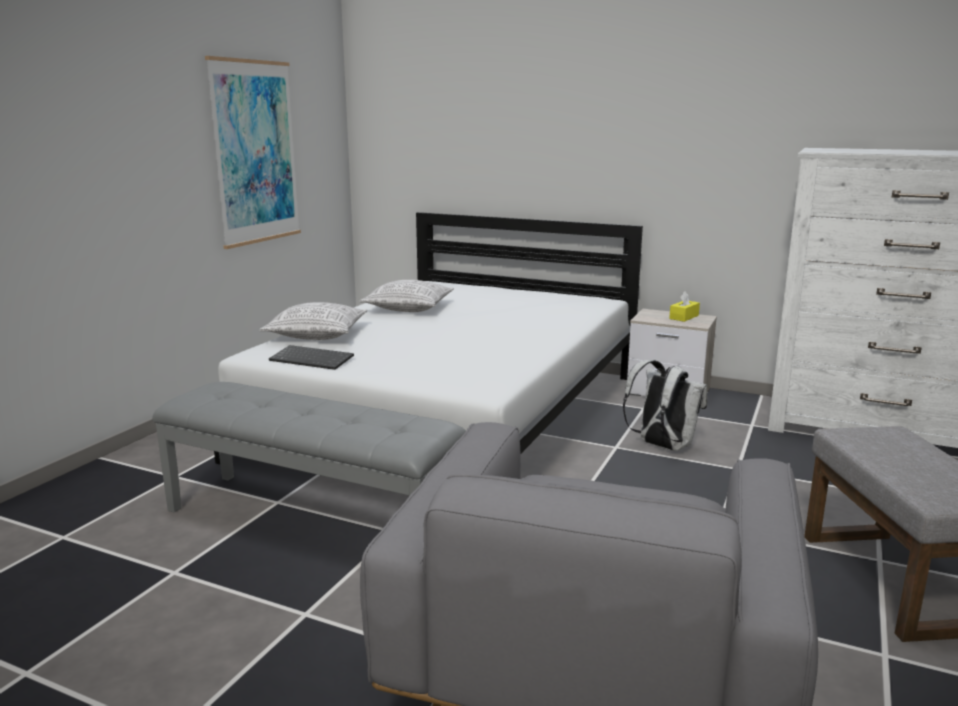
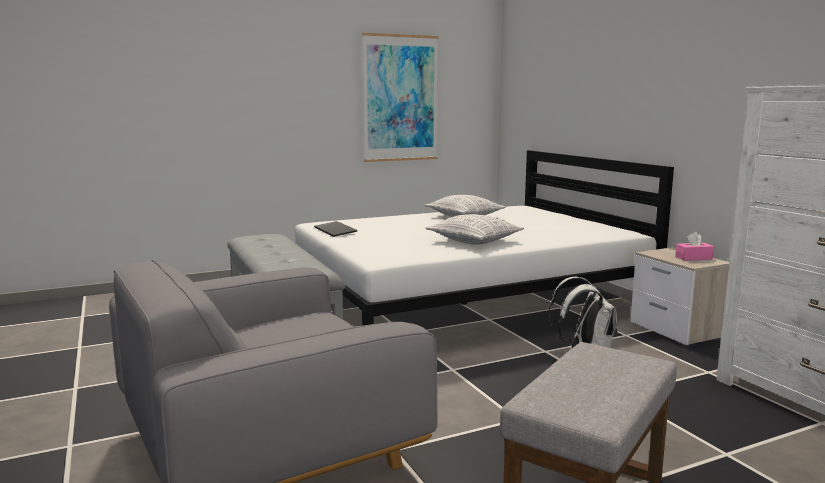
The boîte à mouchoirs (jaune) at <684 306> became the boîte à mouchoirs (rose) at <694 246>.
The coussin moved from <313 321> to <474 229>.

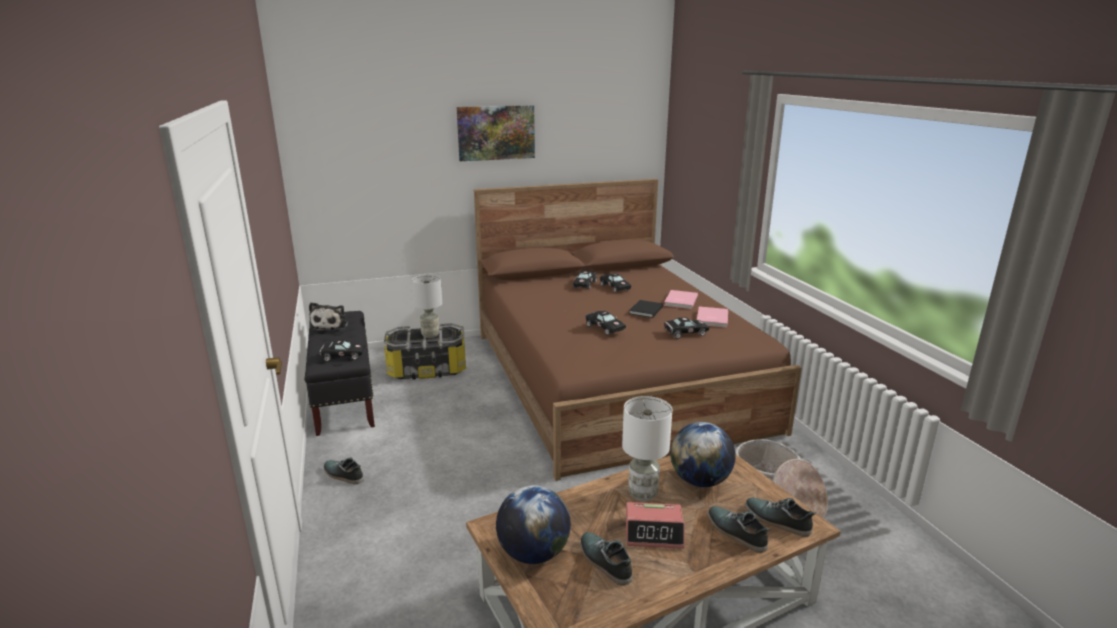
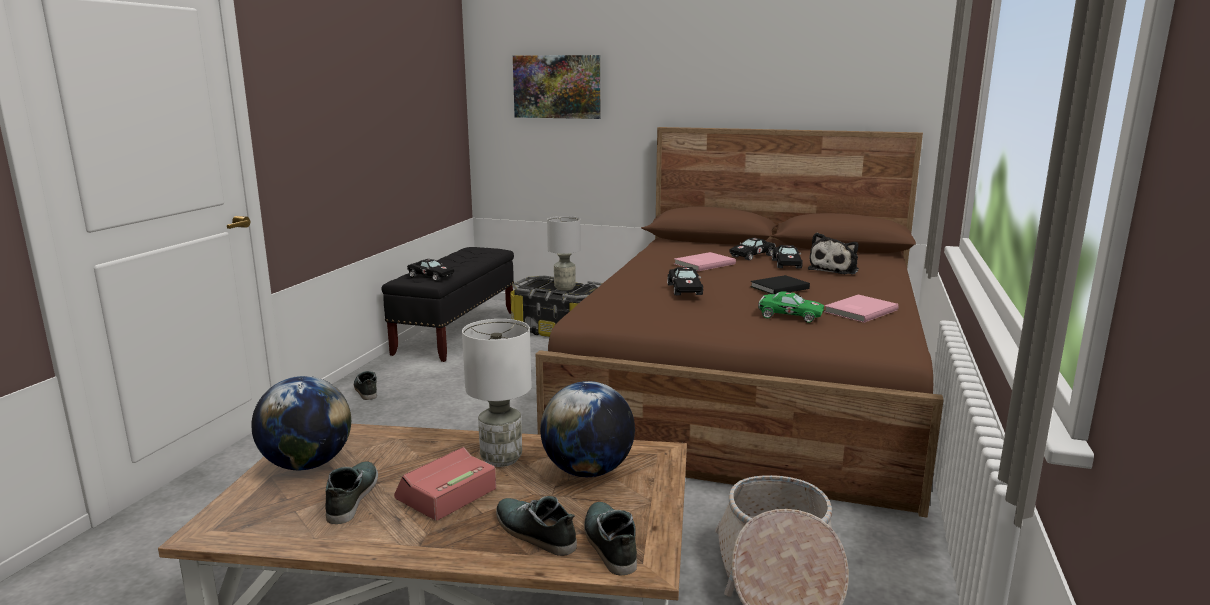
The tableau moved from <495 133> to <556 87>.
The livre (rose) moved from <681 299> to <705 261>.
The peluche moved from <328 316> to <833 254>.
The petite voiture (noir) at <686 328> became the petite voiture (vert) at <791 307>.
The réveil at <655 525> turned 90 degrees clockwise.
The chaussure at <739 529> turned 45 degrees counterclockwise.

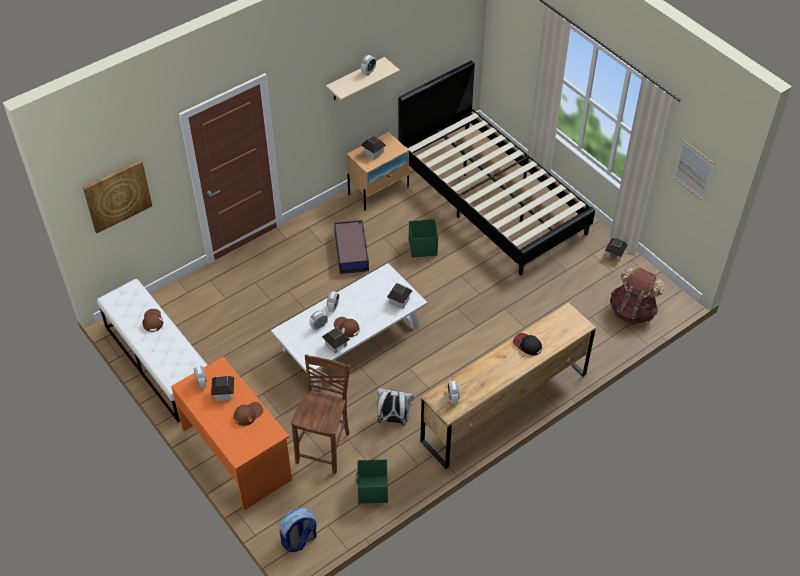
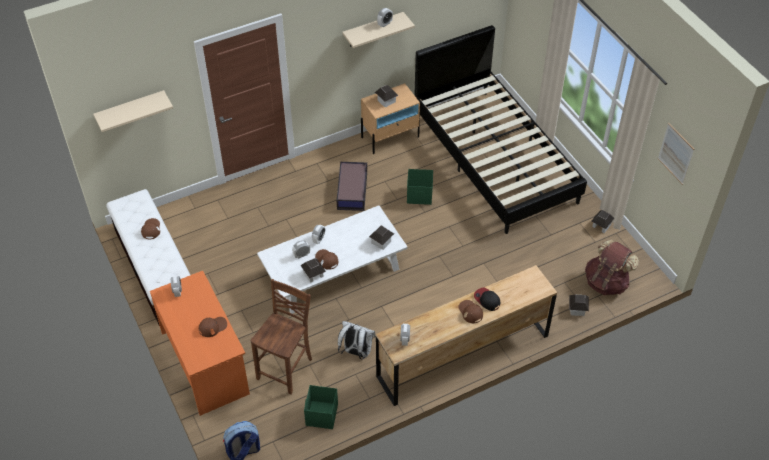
The tableau at <117 196> was replaced by the étagère (beige) at <133 111>.
The maison miniature moved from <222 388> to <579 305>.
The casquette (marron) at <470 312> appeared.

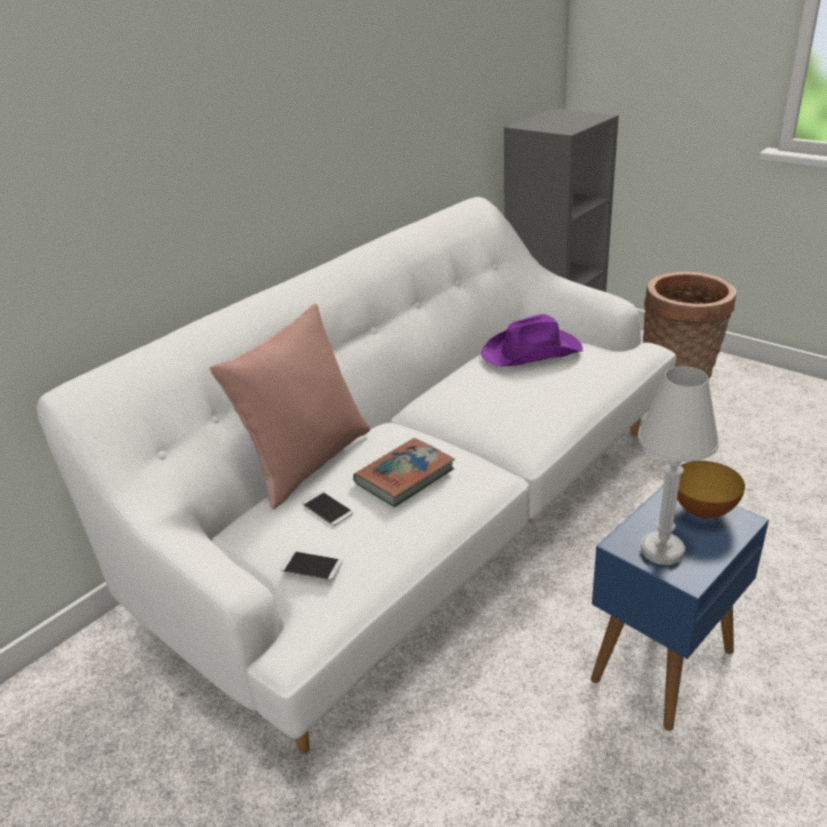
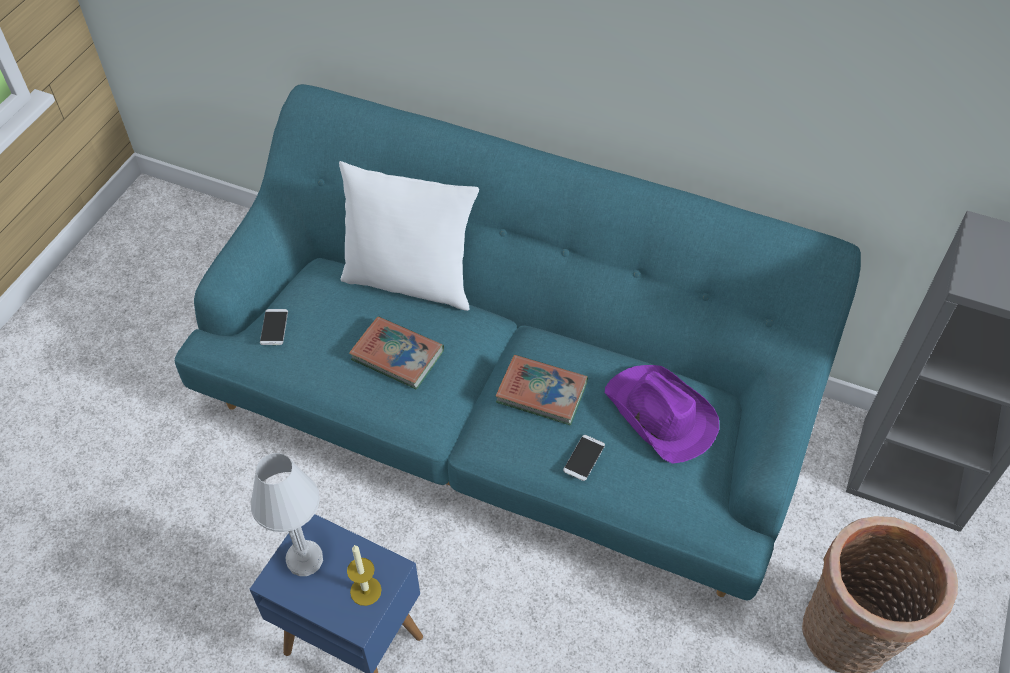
The canapé (blanc) at <356 475> became the canapé (turquoise) at <518 342>.
The coussin (rose) at <290 406> became the coussin (blanc) at <409 236>.
The bol at <711 490> was replaced by the bougie at <364 575>.
The téléphone moved from <327 509> to <584 458>.
The livre at <541 390> appeared.

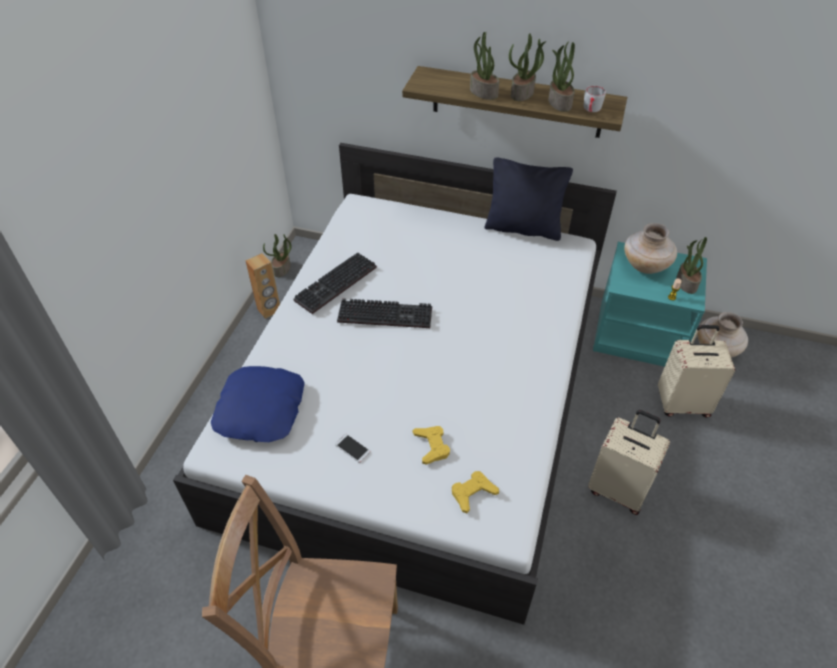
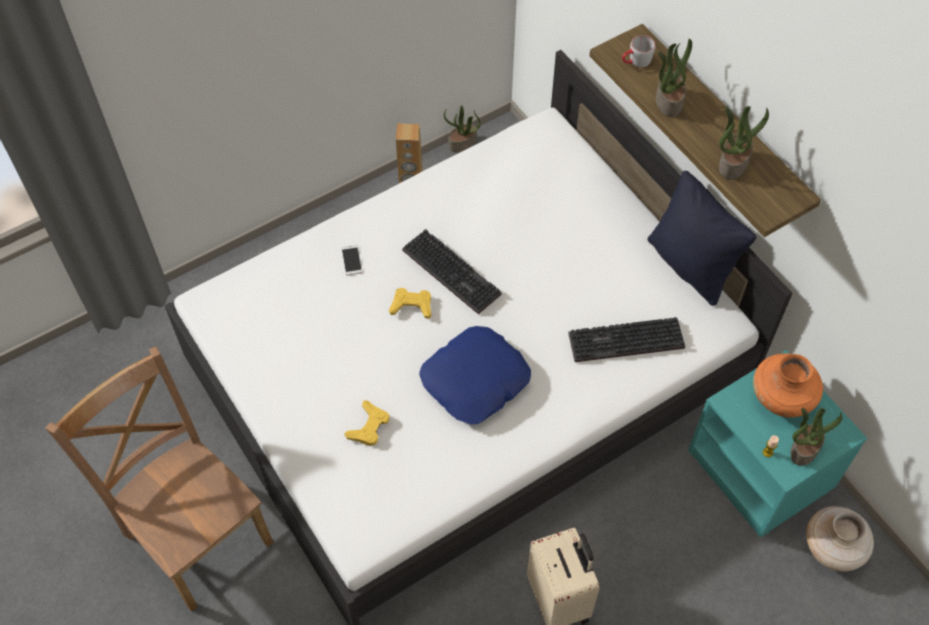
The plante en pot at <528 67> disappeared.
The mug (gris) moved from <595 99> to <638 51>.
The vase (beige) at <650 248> became the vase (orange) at <788 385>.
The clavier moved from <335 283> to <626 339>.
The valise (beige) at <696 371> disappeared.
The coussin (bleu) moved from <258 404> to <475 375>.
The téléphone moved from <353 448> to <351 260>.
The manette (jaune) moved from <475 492> to <410 303>.

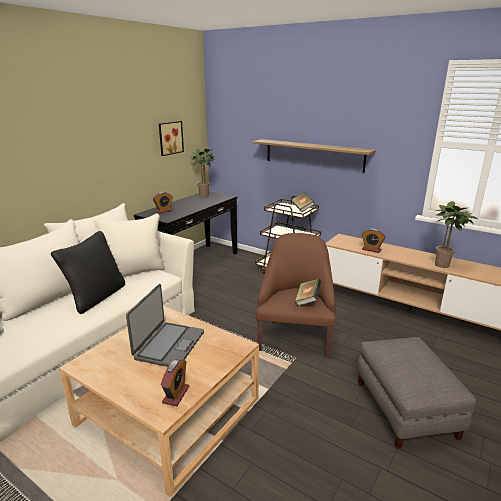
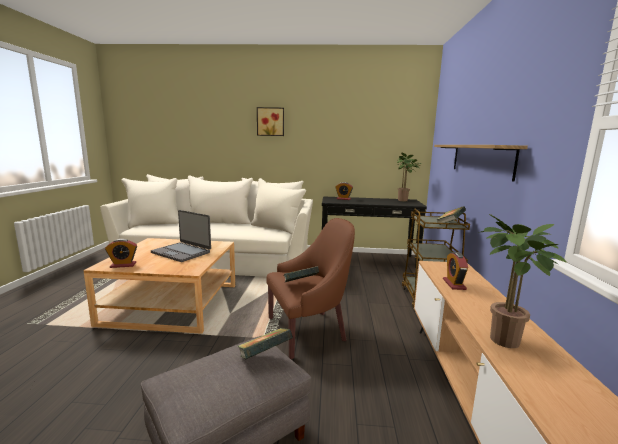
The tableau moved from <171 138> to <270 121>.
The coussin (noir) at <88 272> disappeared.
The ordinateur portable at <165 325> turned 45 degrees clockwise.
The livre at <265 343> appeared.

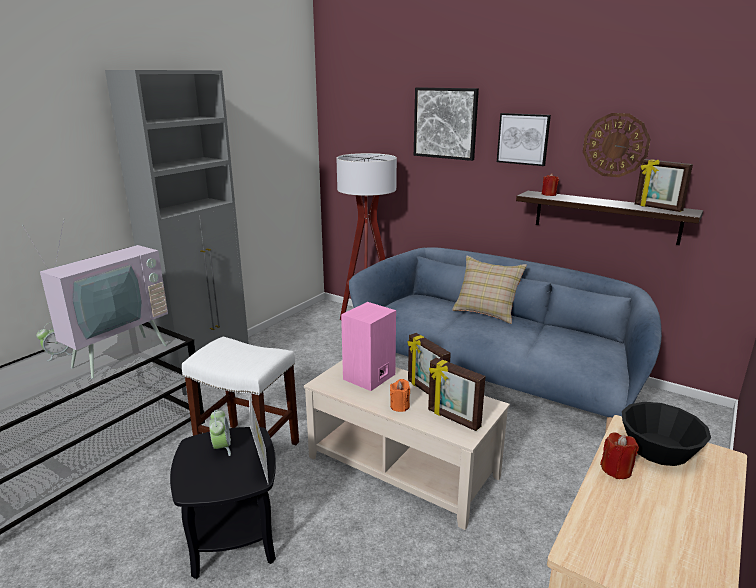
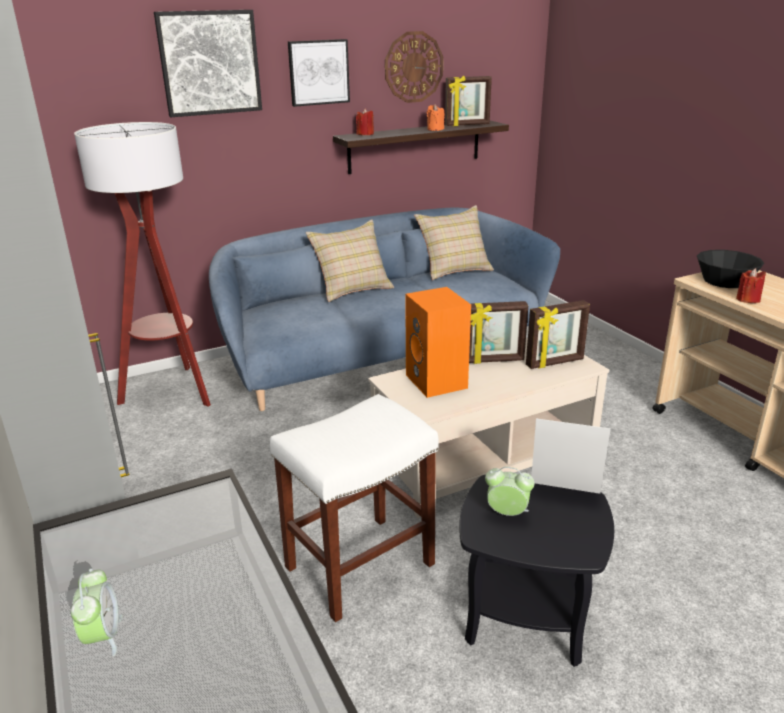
The téléviseur at <95 299> disappeared.
The enceinte (rose) at <368 346> became the enceinte (orange) at <438 342>.
The bougie (orange) moved from <400 395> to <435 117>.
The coussin (beige) at <454 242> appeared.

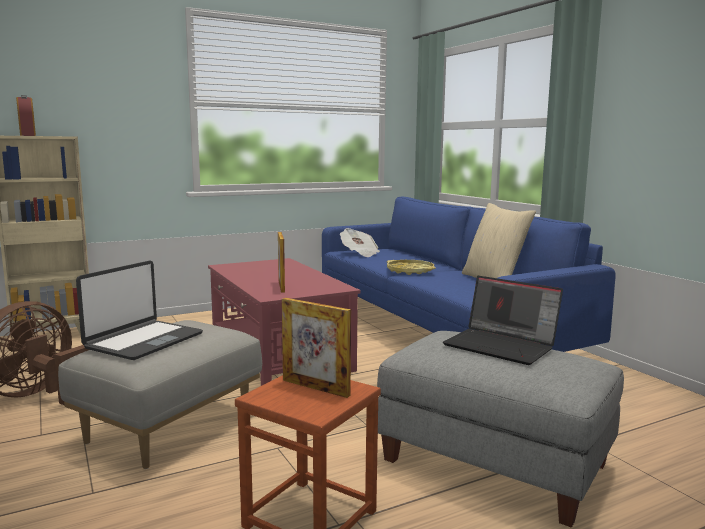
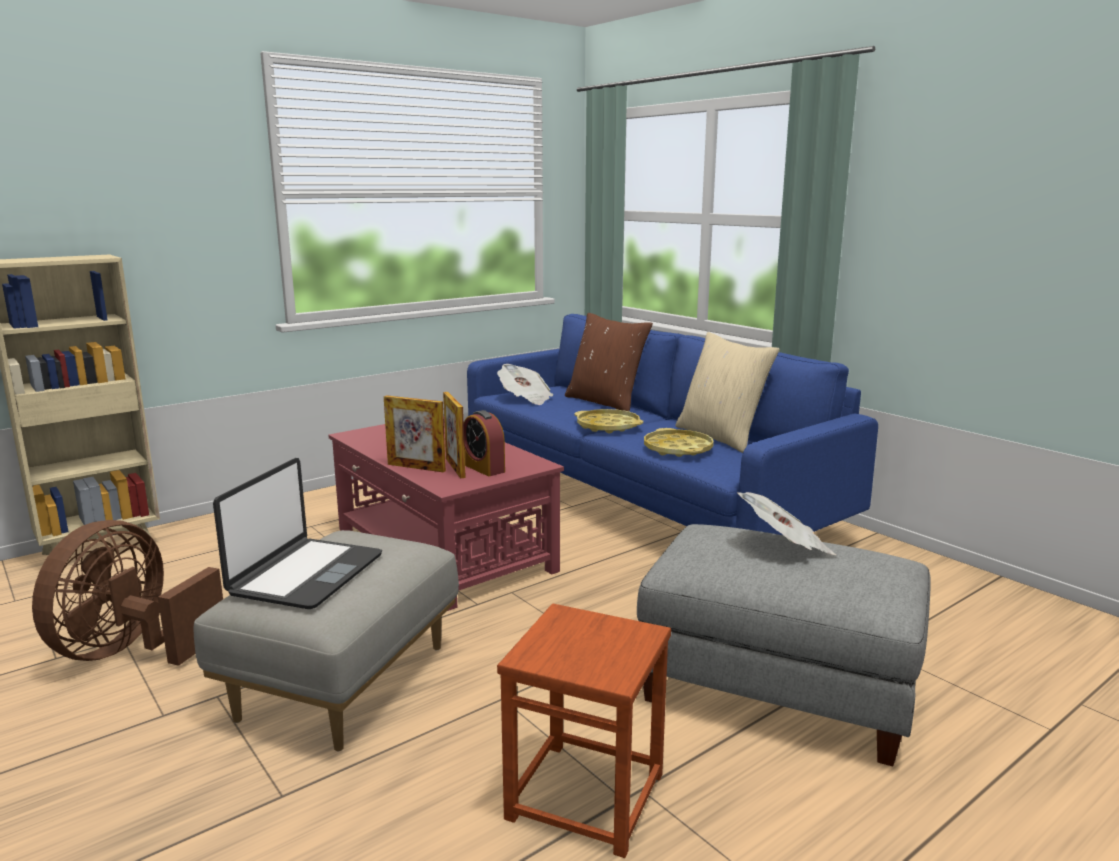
The réveil moved from <26 115> to <484 443>.
The ordinateur portable at <503 320> was replaced by the journal at <787 523>.
The cadre photo moved from <316 348> to <415 433>.
The coussin (marron) at <609 362> appeared.
The plateau (jaune) at <679 442> appeared.

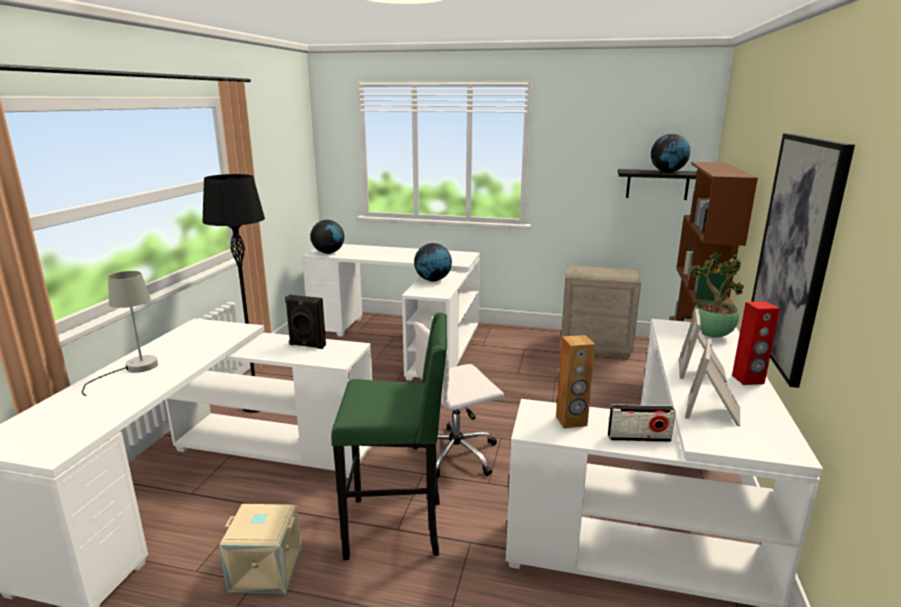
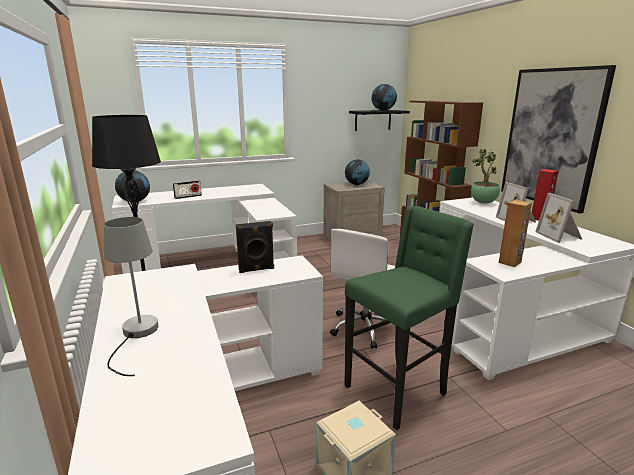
The globe moved from <433 262> to <357 172>.
The radio moved from <642 423> to <187 189>.

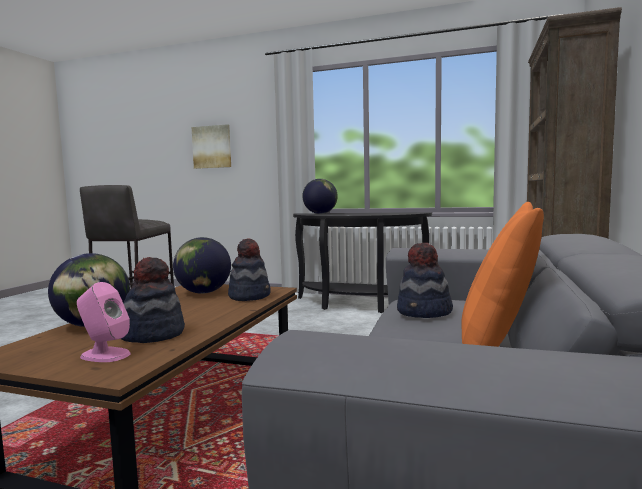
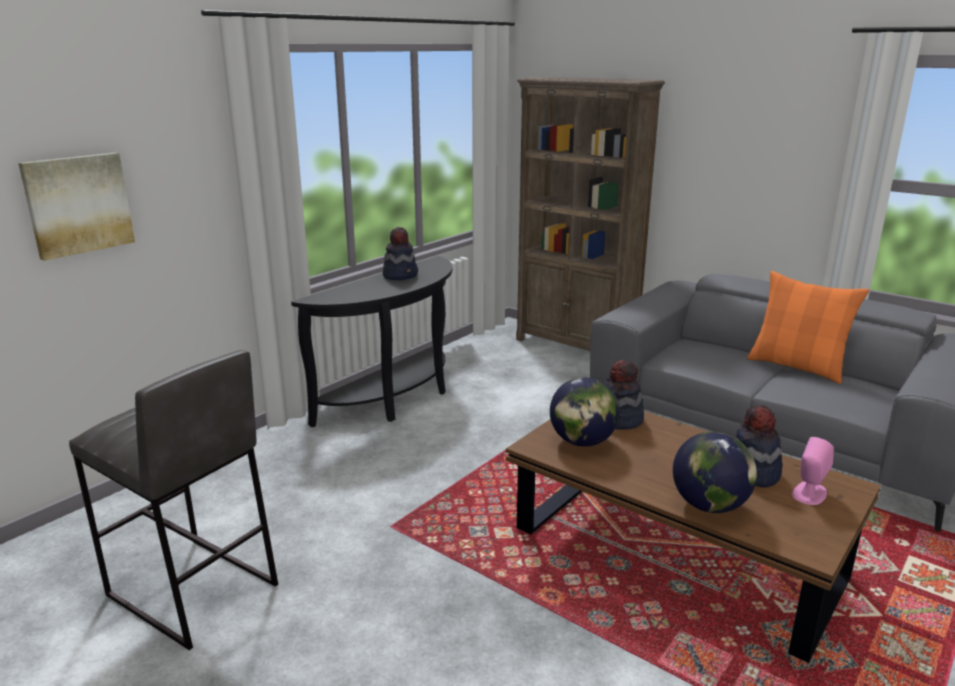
The globe at <320 196> disappeared.
The chapeau moved from <425 280> to <400 253>.

